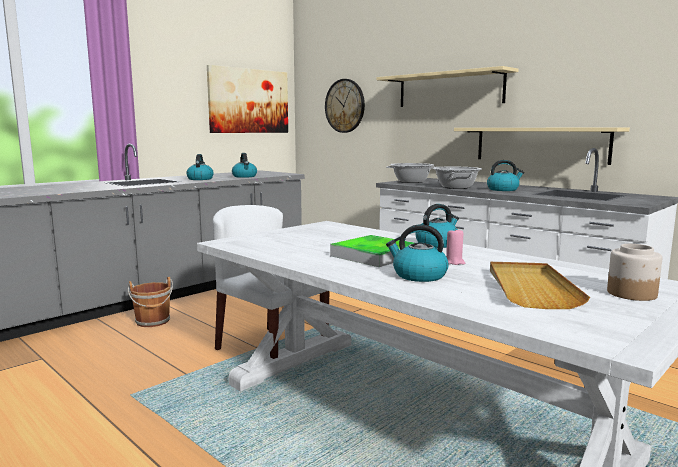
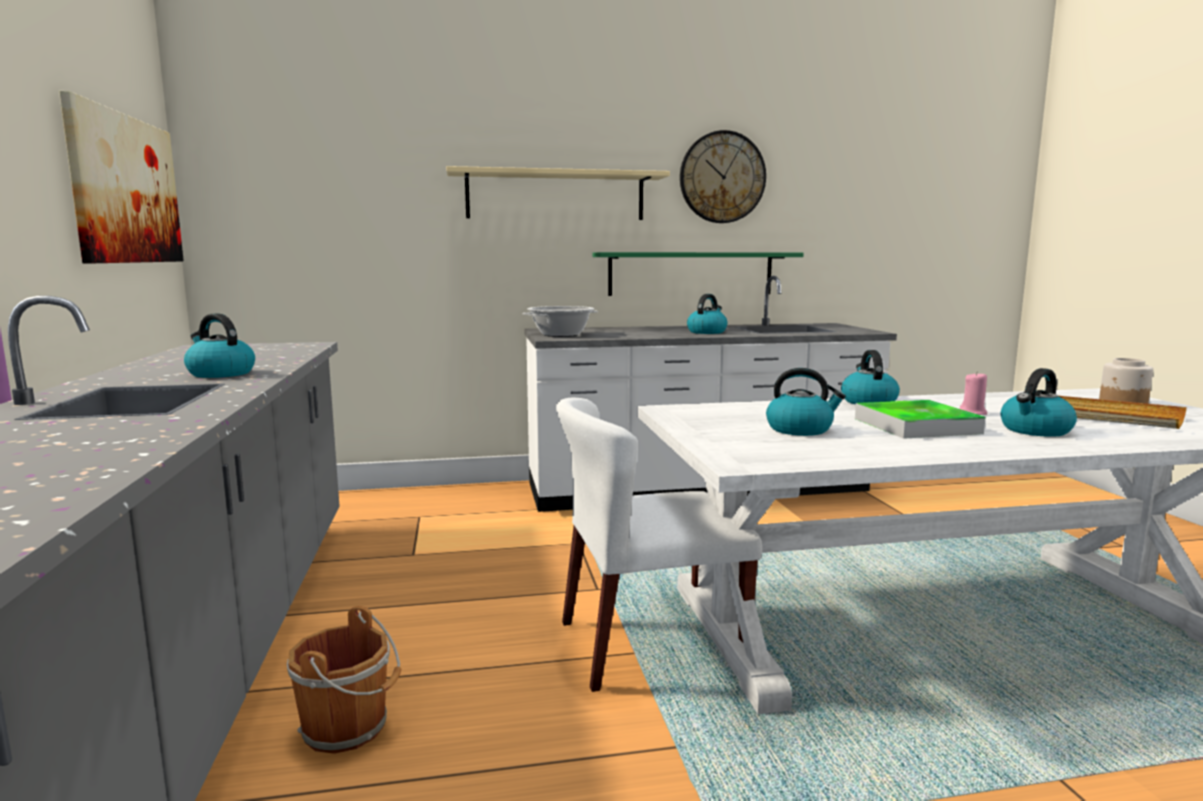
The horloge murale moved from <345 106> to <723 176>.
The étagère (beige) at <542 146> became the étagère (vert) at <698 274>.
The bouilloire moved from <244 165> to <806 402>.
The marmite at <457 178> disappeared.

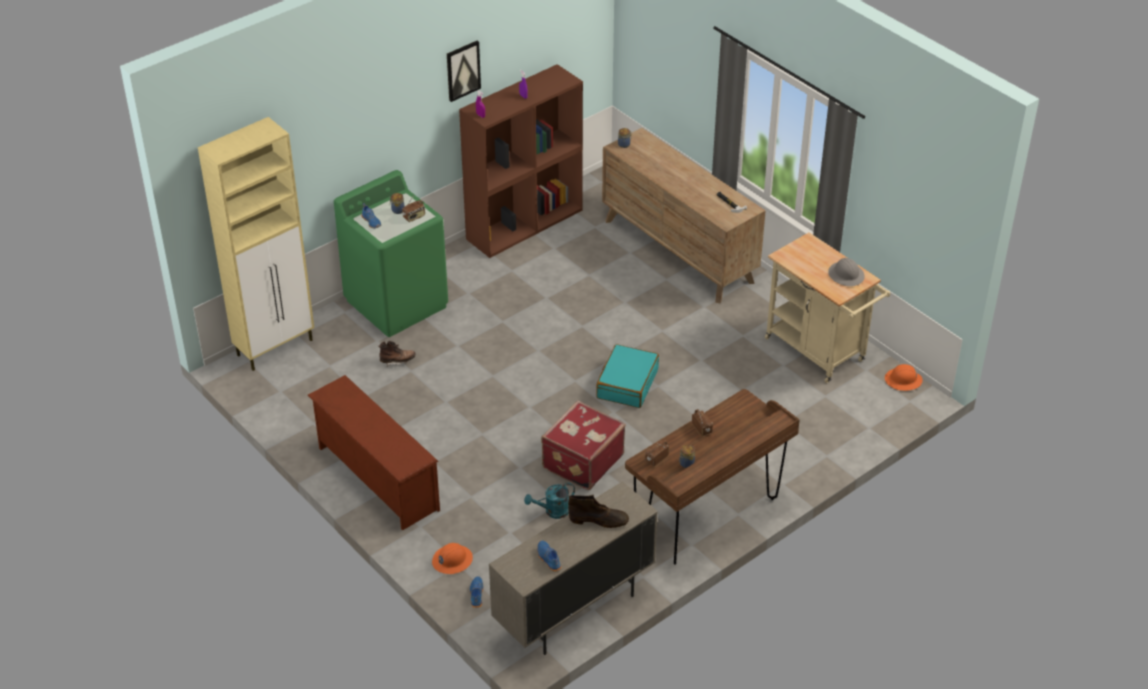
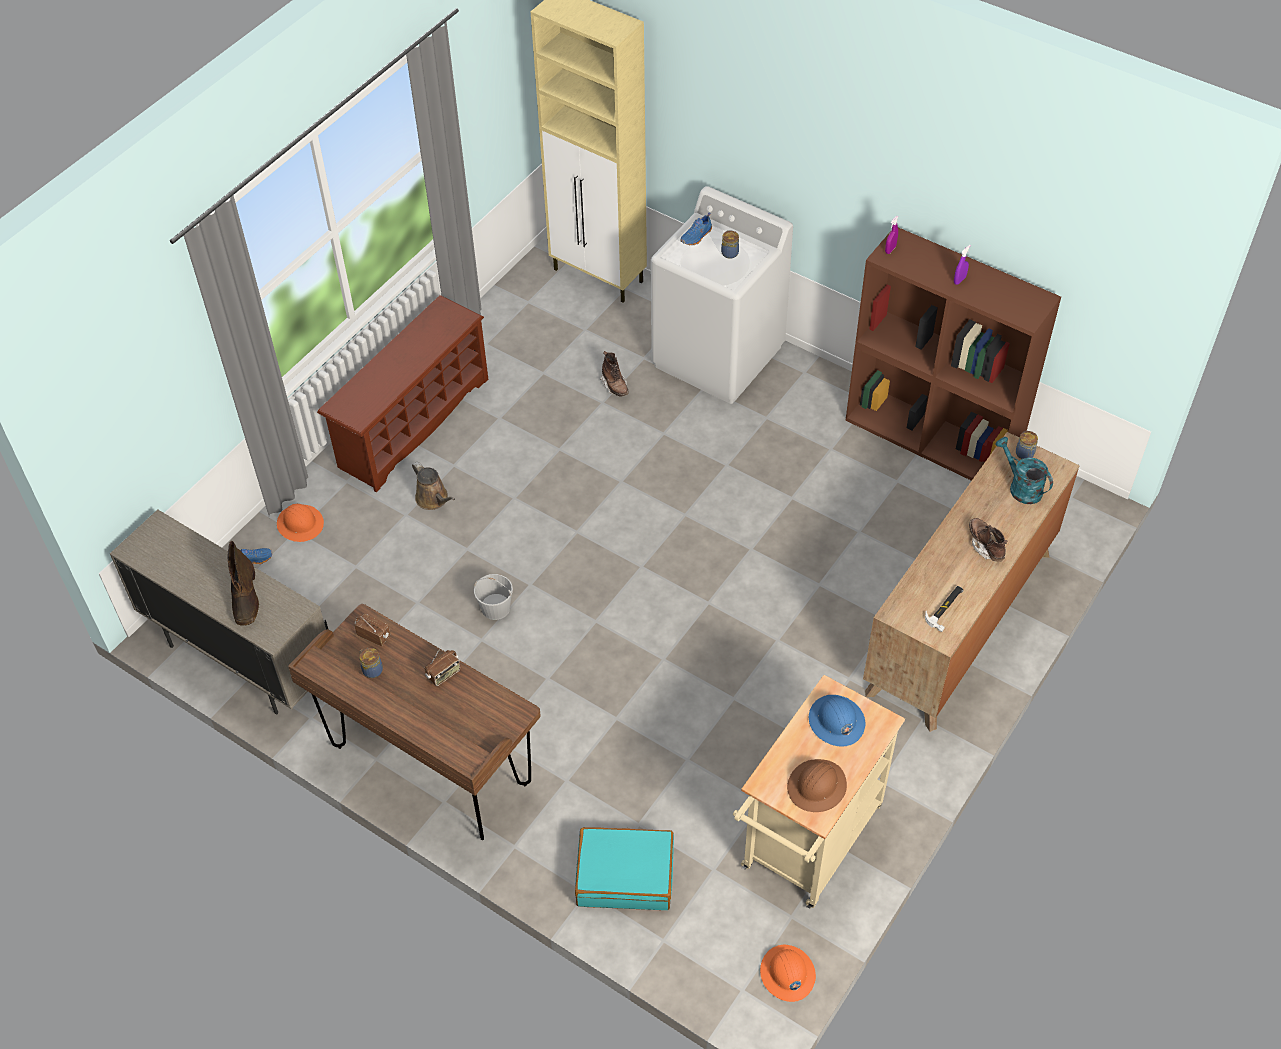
The tableau at <464 71> disappeared.
The lave-linge (vert) at <391 253> became the lave-linge (blanc) at <722 295>.
The radio at <413 208> disappeared.
The casque de chantier (gris) at <846 272> became the casque de chantier (marron) at <817 785>.
The valise (turquoise) moved from <627 376> to <624 868>.
The valise (rouge) at <583 445> was replaced by the seau (blanc) at <493 597>.
The arrosoir (turquoise) moved from <549 501> to <1024 470>.
The chaussure (bleu) at <549 556> disappeared.
The arrosoir (marron) at <433 486> appeared.
The botte (marron) at <988 540> appeared.
The casque de chantier (bleu) at <837 721> appeared.

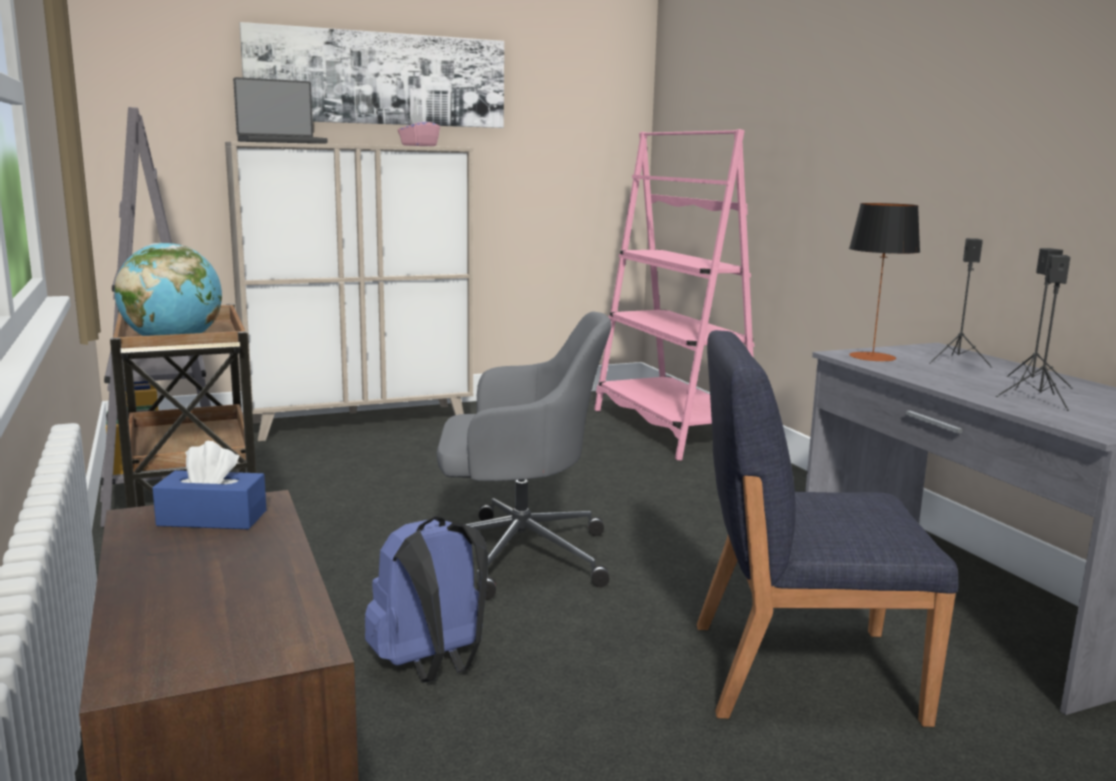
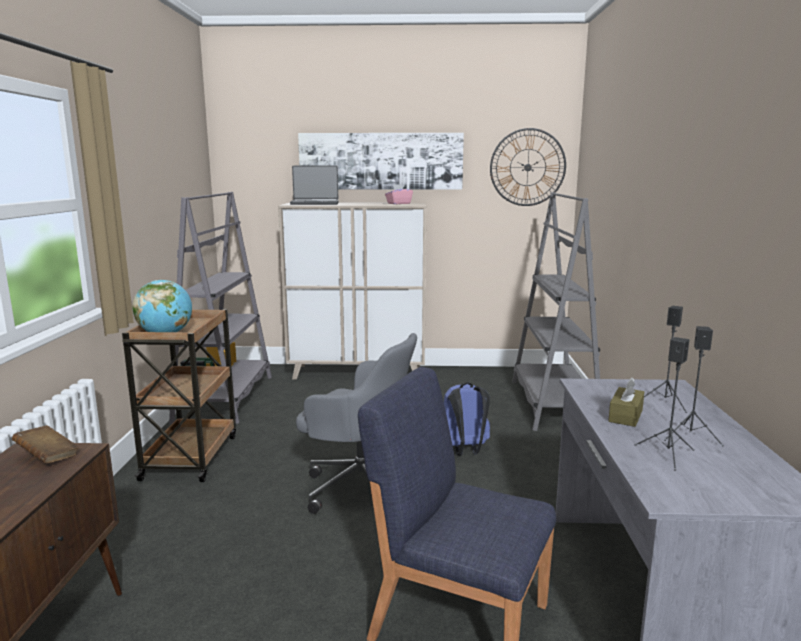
The bibliothèque (rose) at <674 294> became the bibliothèque (gris) at <556 311>.
The lampe de table at <884 282> disappeared.
The boîte à mouchoirs (bleu) at <209 485> was replaced by the livre (marron) at <45 444>.
The sac à dos (bleu) moved from <426 599> to <467 419>.
The horloge murale at <528 167> appeared.
The boîte à mouchoirs (marron) at <626 402> appeared.

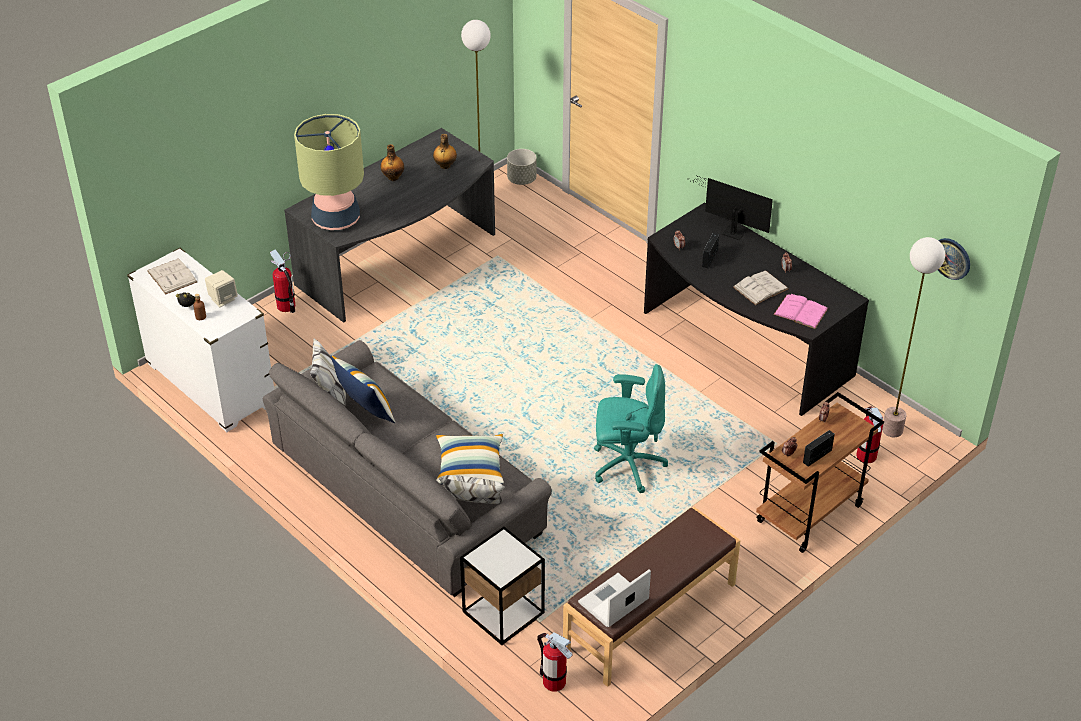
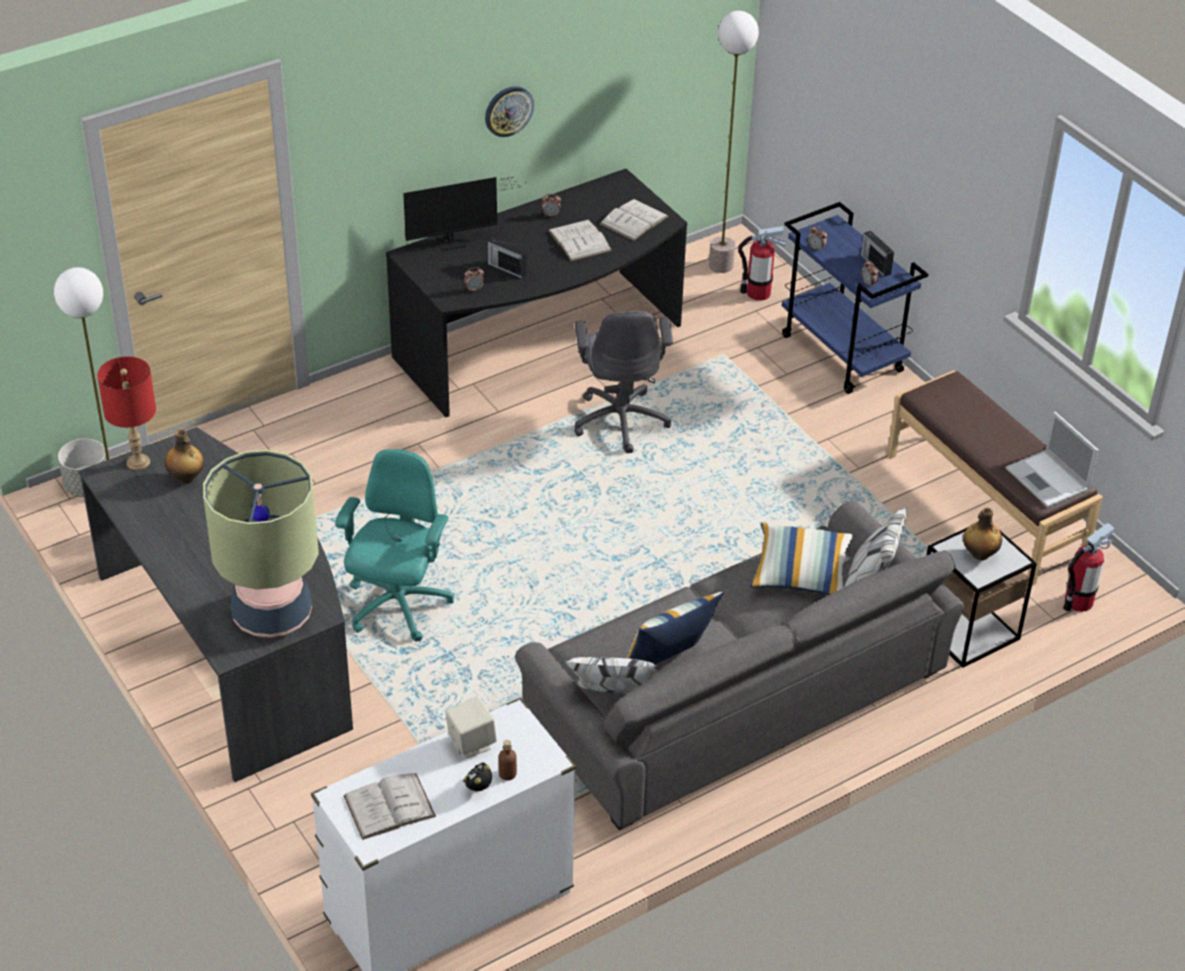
The bouteille moved from <392 162> to <982 533>.
The écran d'ordinateur at <730 208> turned 150 degrees counterclockwise.
The horloge murale moved from <954 259> to <509 111>.
The extincteur at <283 281> disappeared.
The livre (rose) at <800 311> became the livre (blanc) at <634 220>.
The chaise de bureau (turquoise) moved from <631 428> to <394 545>.
The chariot (marron) at <820 472> became the chariot (bleu) at <855 298>.
The chaise de bureau (gris) at <623 382> appeared.
The lampe de table (rouge) at <126 413> appeared.

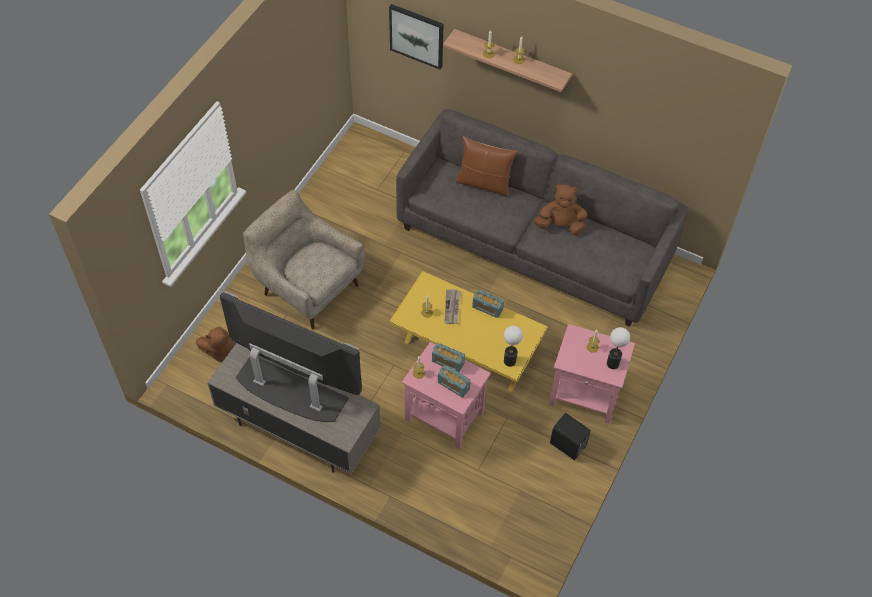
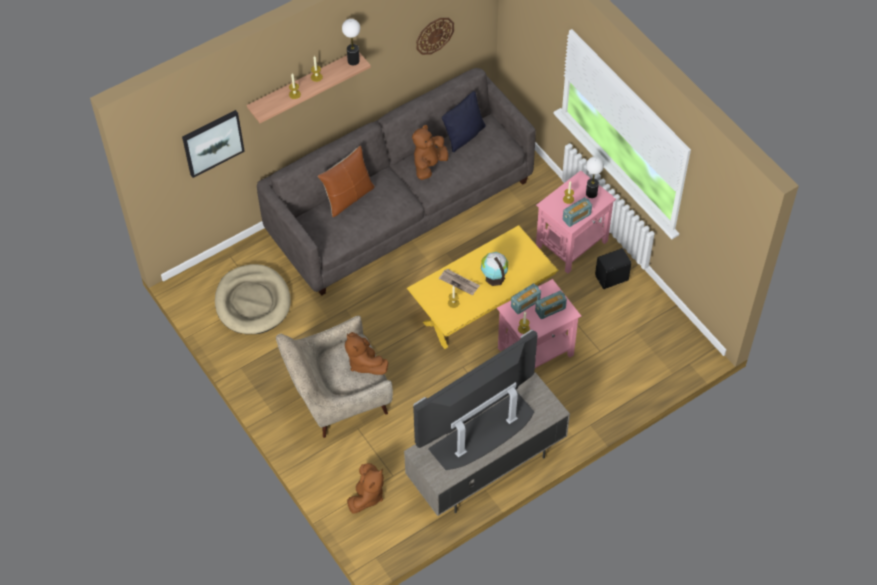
The radio moved from <488 303> to <577 212>.
The lampe de table moved from <513 346> to <351 42>.
The horloge murale at <435 36> appeared.
The coussin (noir) at <464 121> appeared.
The globe at <494 269> appeared.
The panier pour chien (beige) at <253 299> appeared.
The peluche (marron) at <366 353> appeared.

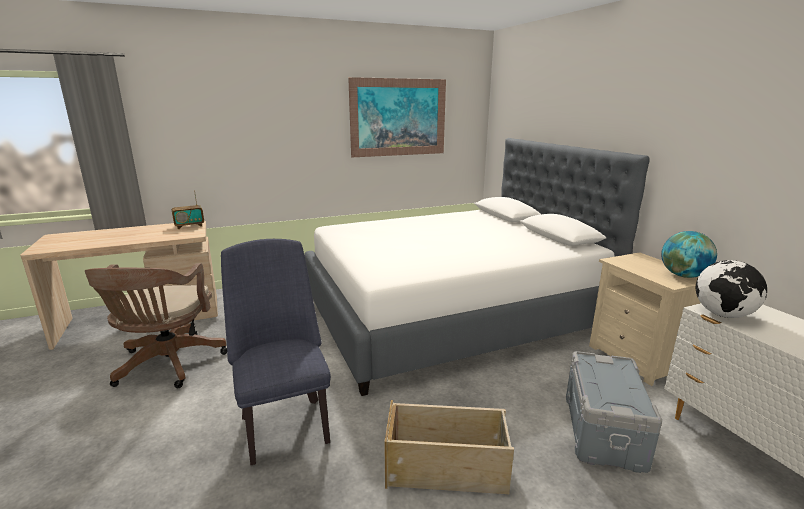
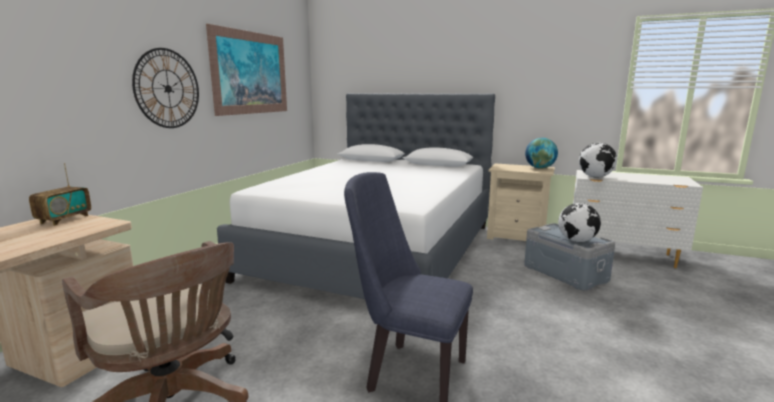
The boîte de rangement (beige) at <449 447> disappeared.
The horloge murale at <165 88> appeared.
The globe at <579 222> appeared.

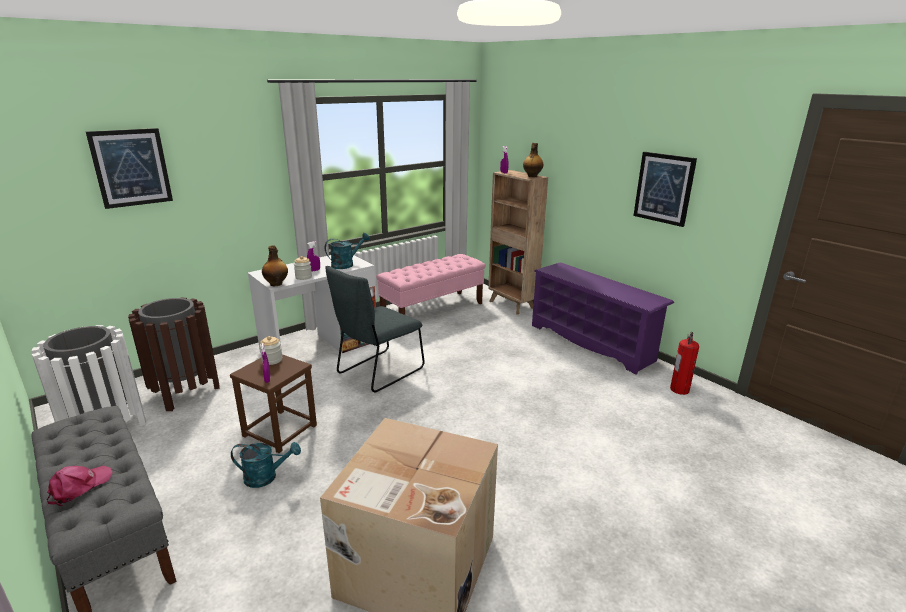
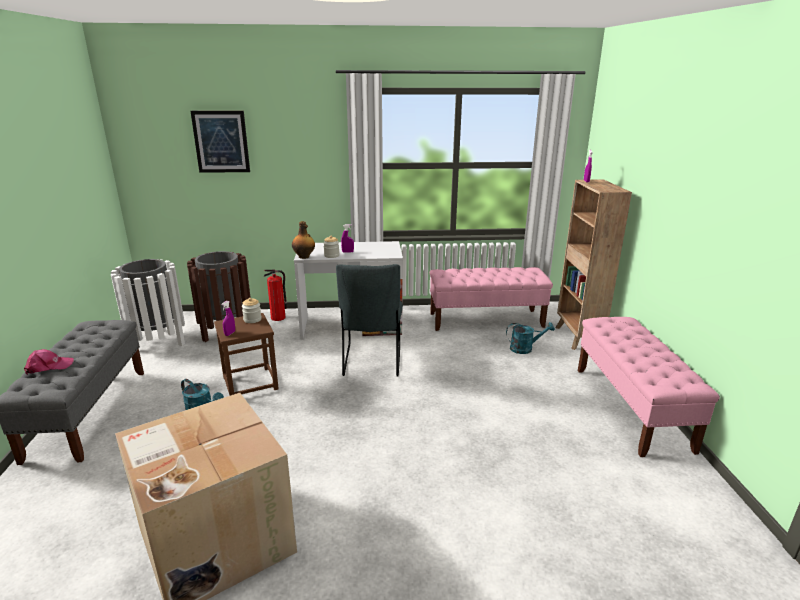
The bouteille at <533 160> disappeared.
The tableau at <665 189> disappeared.
The arrosoir (turquoise) moved from <347 251> to <530 338>.
The étagère à chaussures (violet) at <603 318> was replaced by the banc (rose) at <649 387>.
The chaise (gris) at <375 329> turned 75 degrees counterclockwise.
The extincteur moved from <684 363> to <275 295>.

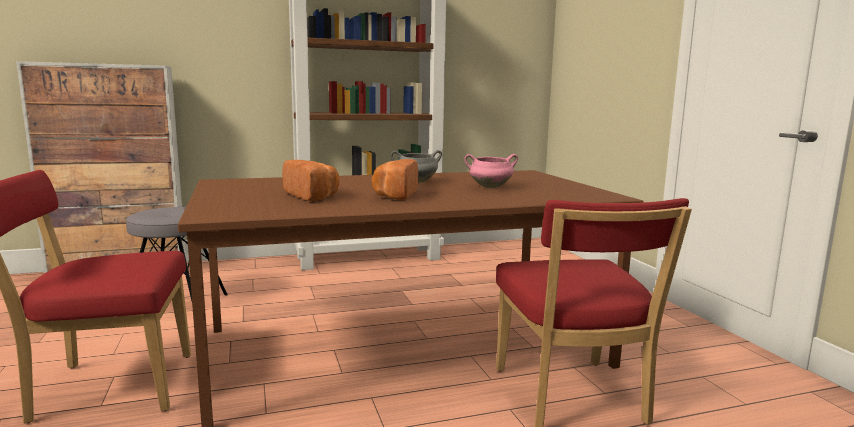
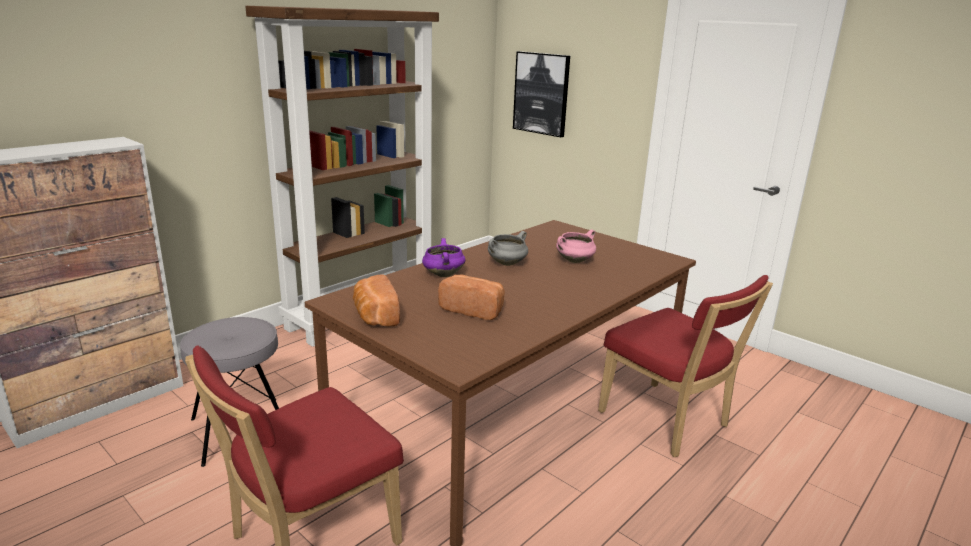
The pain moved from <395 179> to <376 300>.
The tableau at <541 94> appeared.
The marmite (violet) at <444 257> appeared.

